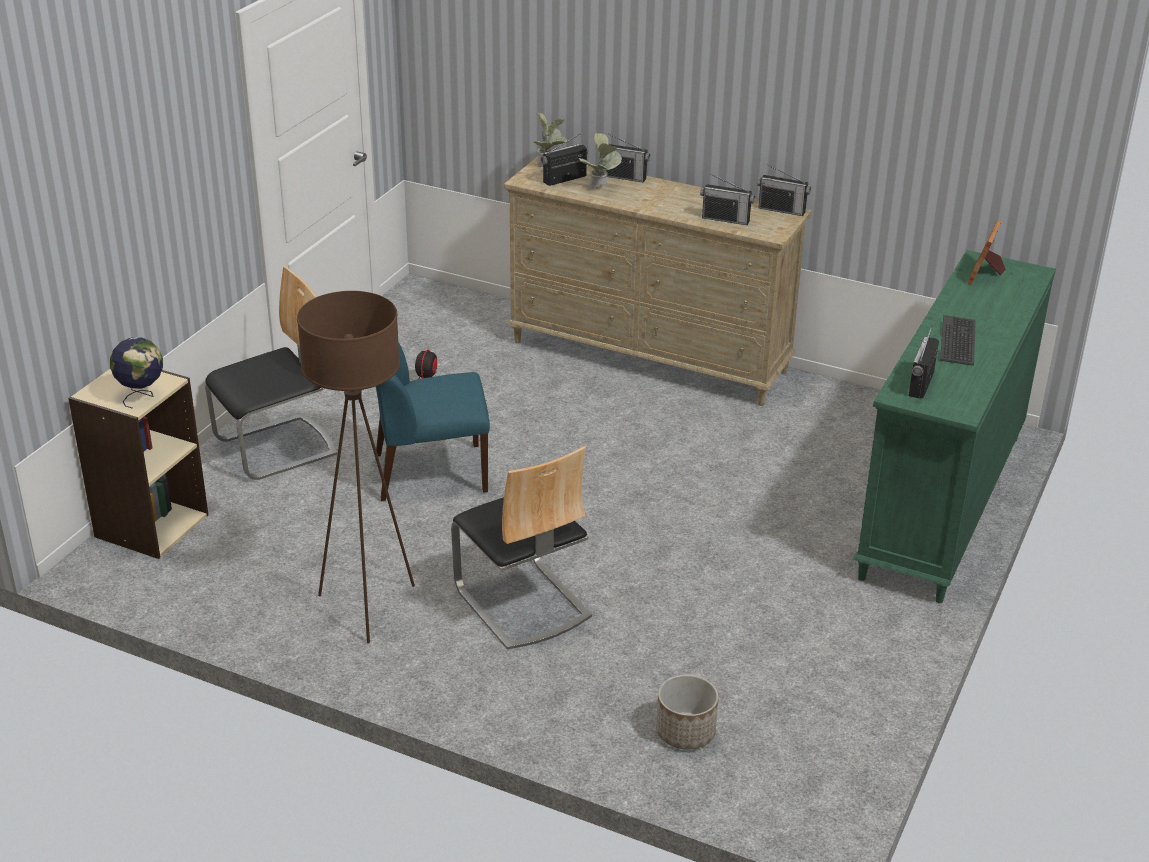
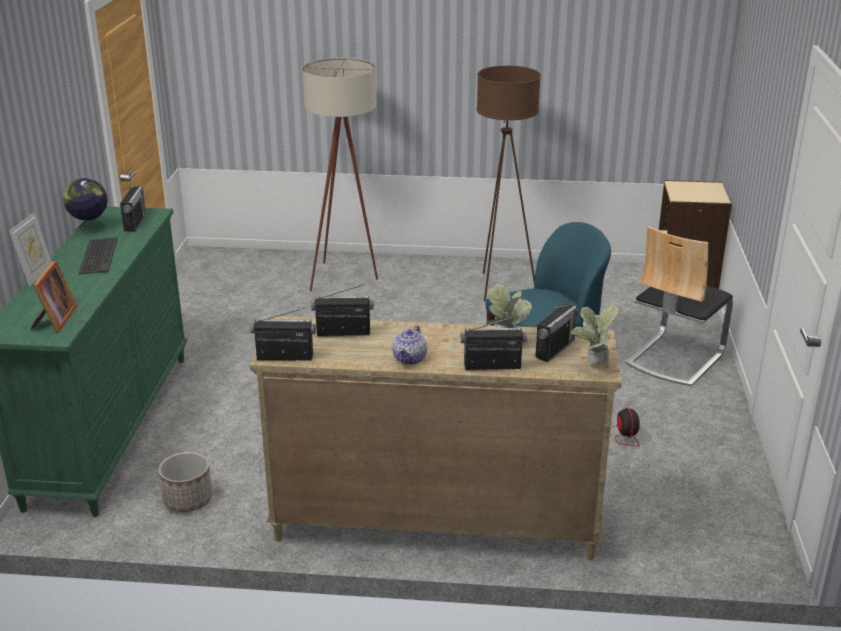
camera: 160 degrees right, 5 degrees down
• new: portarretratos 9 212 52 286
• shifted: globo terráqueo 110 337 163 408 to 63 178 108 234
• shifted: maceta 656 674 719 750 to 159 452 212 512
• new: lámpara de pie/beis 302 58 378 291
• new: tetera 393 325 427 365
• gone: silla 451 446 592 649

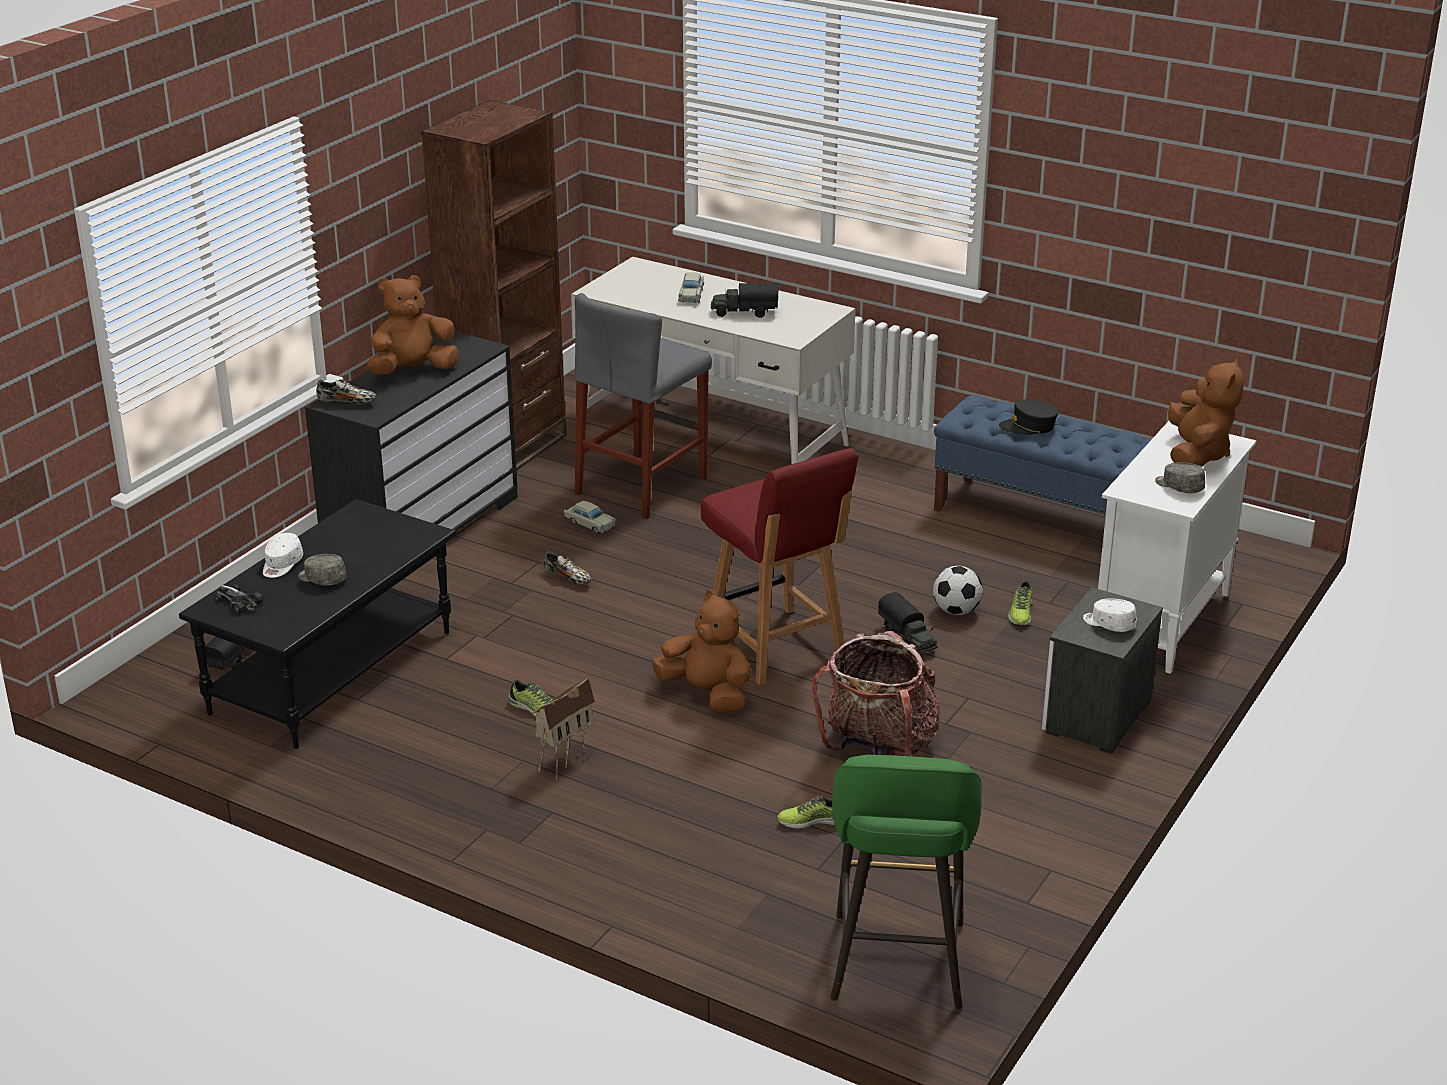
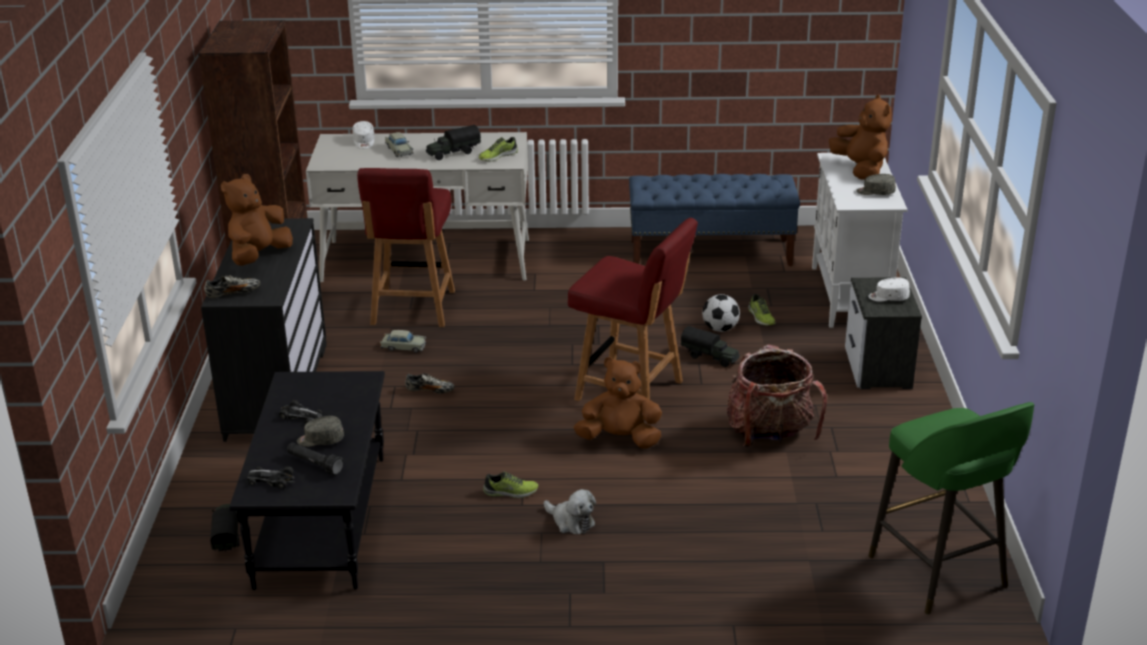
camera: 30 degrees left, 0 degrees up
• new: coche de juguete 279 400 322 424
• new: linterna/negro 287 442 344 475
• shifted: gorra/blanco 263 533 303 578 to 352 121 375 149
• swapped: taburete/gris 575 293 712 519 to silla/rojo 357 168 455 327
• shifted: zapato 778 796 835 829 to 479 137 518 161
• swapped: casita 531 677 595 780 to peluche 544 489 596 535
• gone: gorra/negro 999 399 1059 435

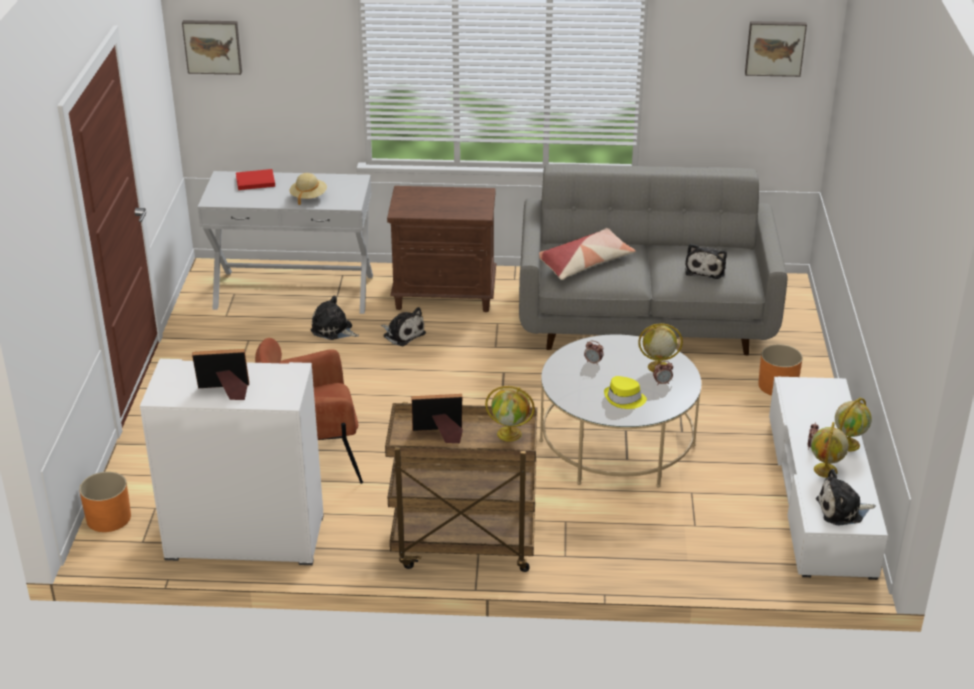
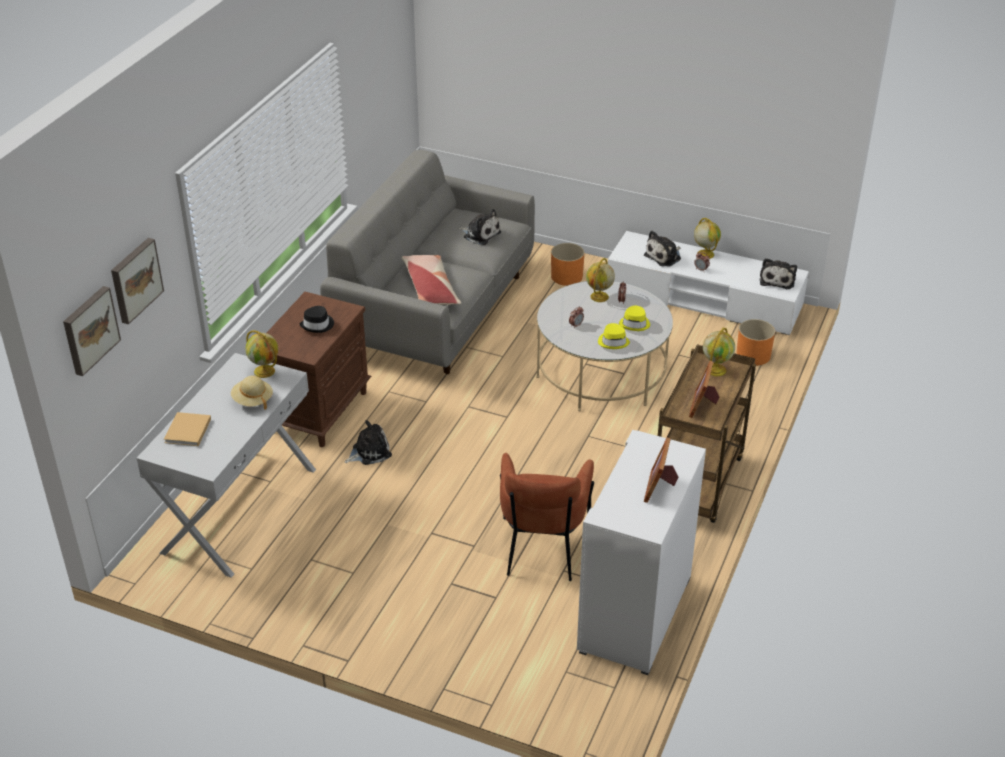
camera: 70 degrees left, 5 degrees up
• shifted: cuadro 745 21 807 77 to 111 238 164 325
• repainted: libro/rojo 236 169 275 190 to libro/beis 164 412 211 446
• shifted: globo terráqueo 811 422 849 478 to 245 330 279 378
• new: sombrero/negro 300 306 334 333
• new: sombrero/amarillo 598 323 630 349
• shifted: peluche 311 296 359 340 to 644 231 681 267
• shifted: maceta/naranja 79 472 131 532 to 736 319 775 366

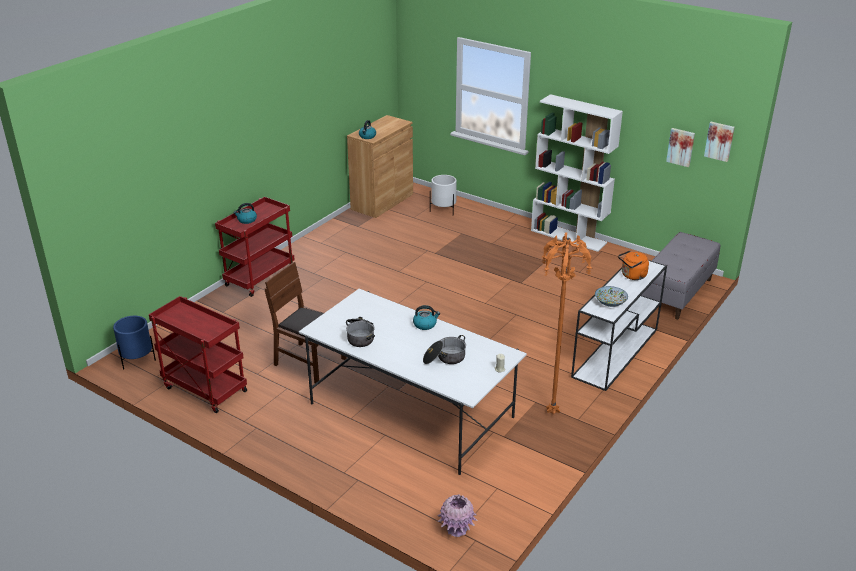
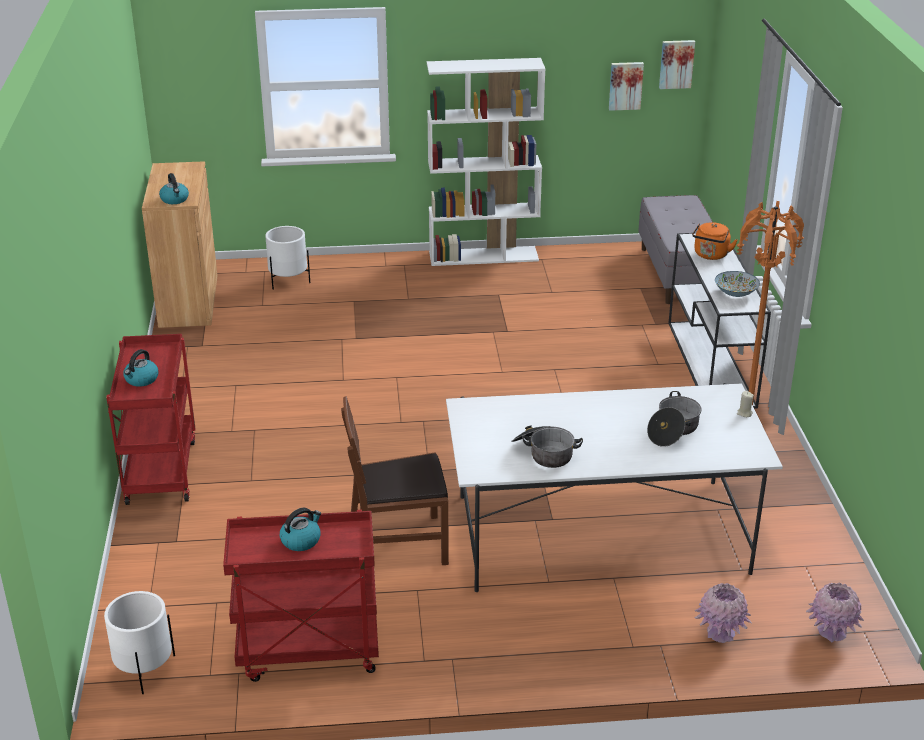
camera: 40 degrees left, 0 degrees up
• repainted: maceta/azul 113 316 156 370 to maceta/blanco 104 591 175 694
• shifted: hervidor 413 305 440 330 to 280 508 321 551
• new: florero/rosa 694 583 751 643

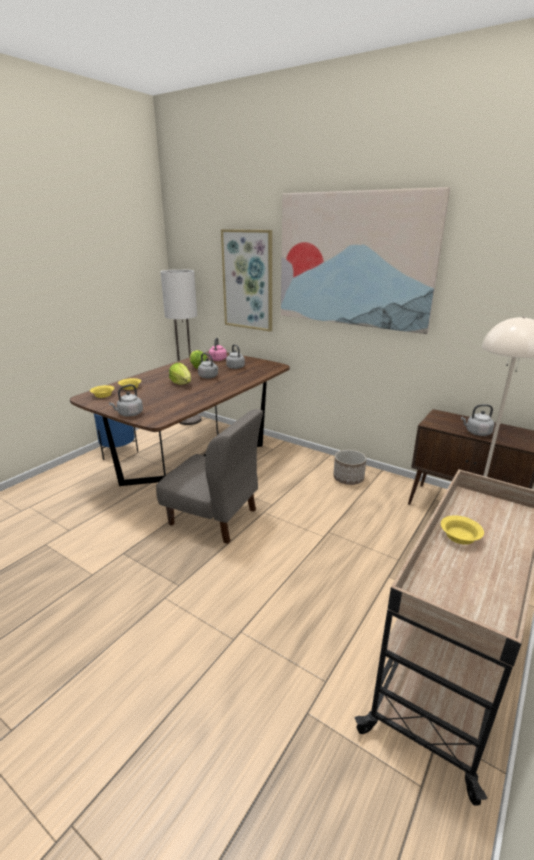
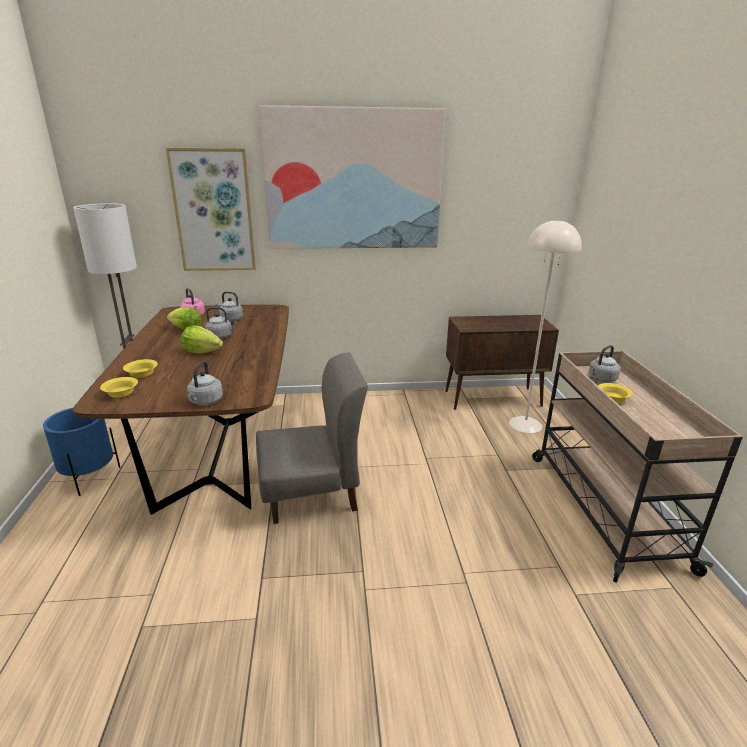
camera: 40 degrees left, 0 degrees up
• shifted: hervidor/gris 461 404 495 436 to 588 345 621 382
• gone: maceta 333 450 366 485

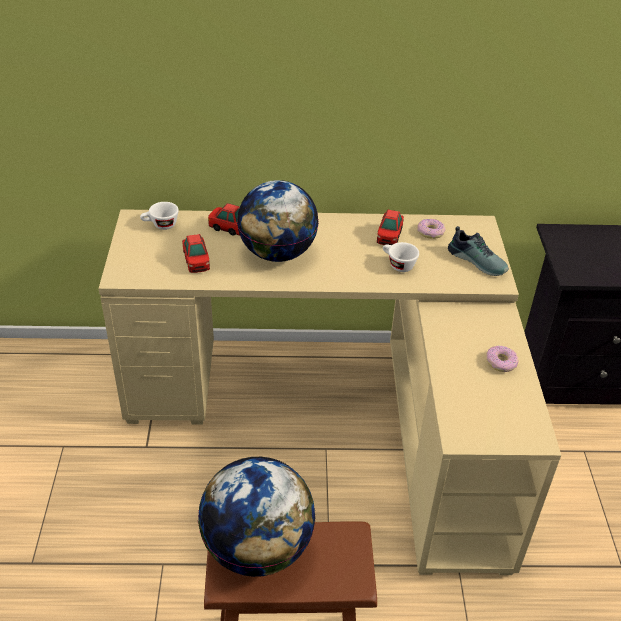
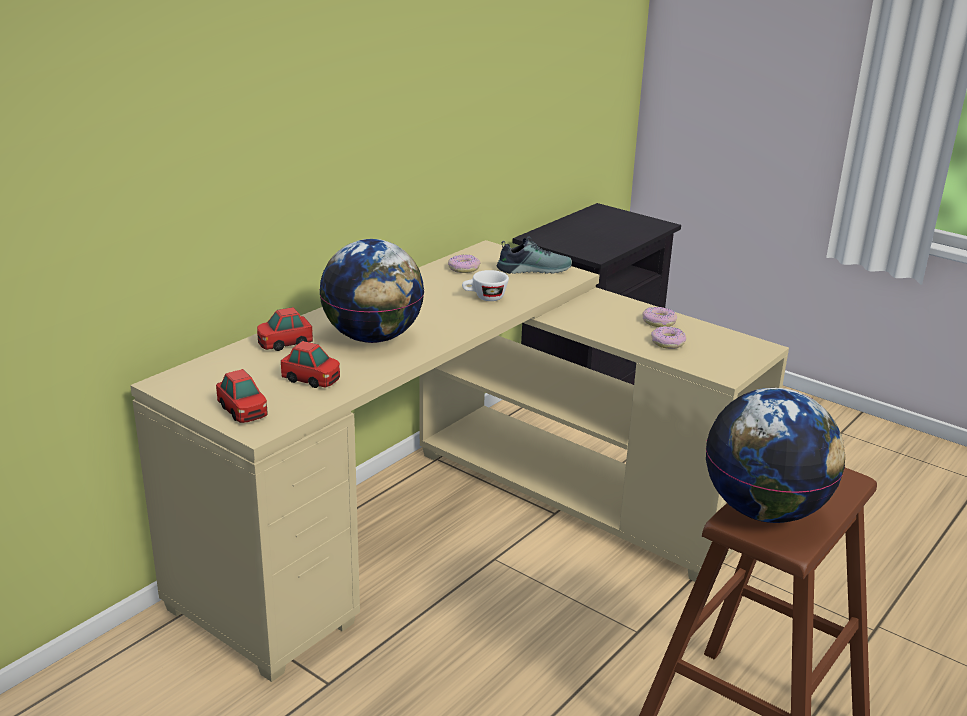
camera: 50 degrees left, 15 degrees down
• shifted: coche de juguete 377 210 404 245 to 216 369 268 423
• new: rosquilla 651 326 686 349
• gone: taza/blanco 140 202 179 230

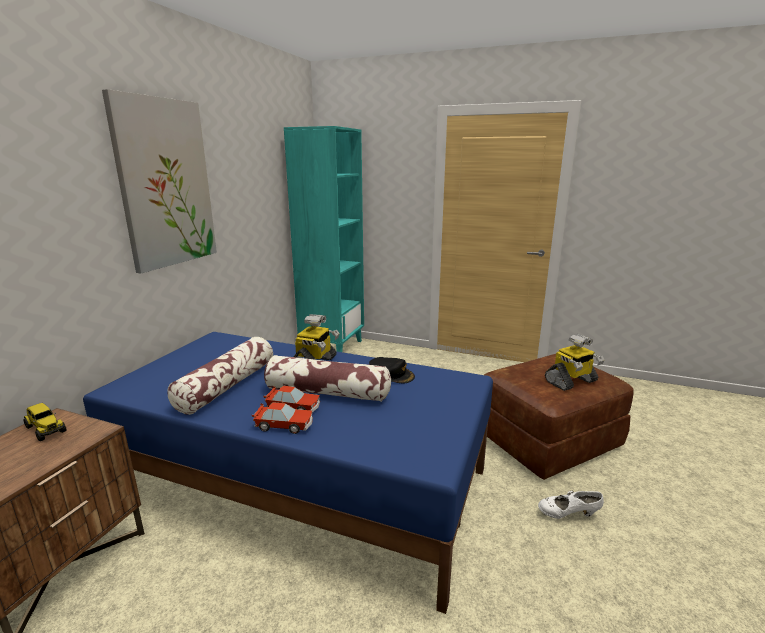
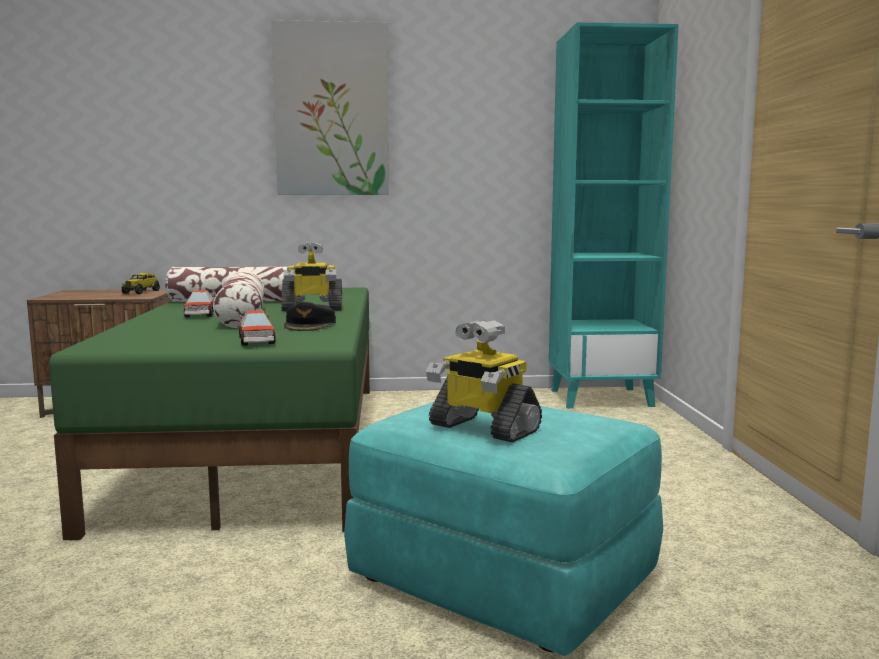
camera: 65 degrees right, 10 degrees down
• repainted: cama/azul 83 332 493 614 to cama/verde 49 288 370 540
• shifted: coche de juguete 252 402 313 434 to 239 310 275 346
• repainted: puf/marrón 484 354 634 480 to puf/turquesa 344 402 663 656
• gone: zapato/blanco 538 491 604 519

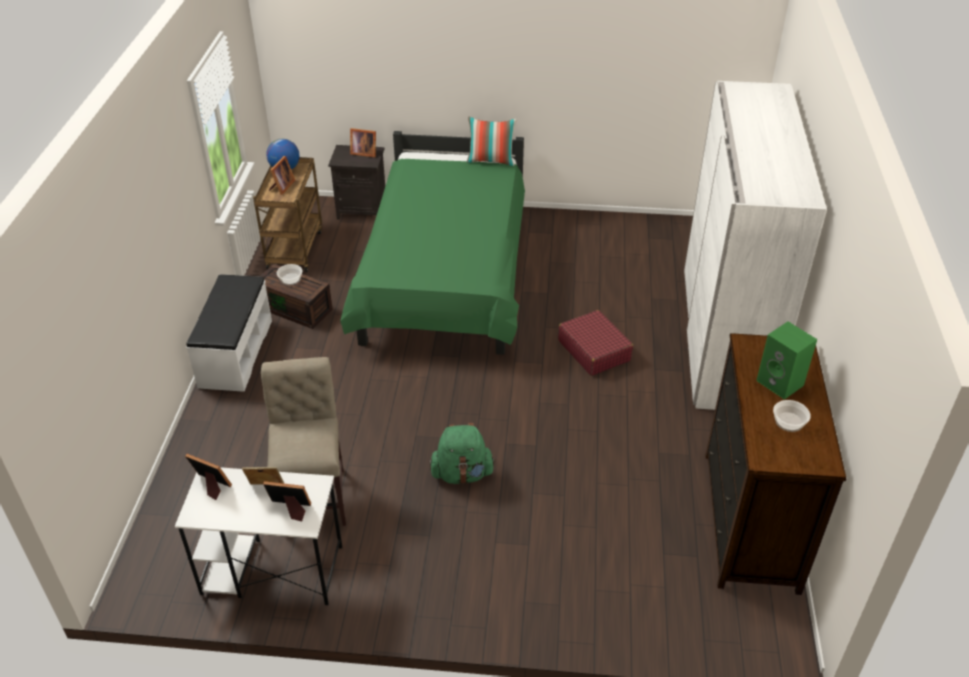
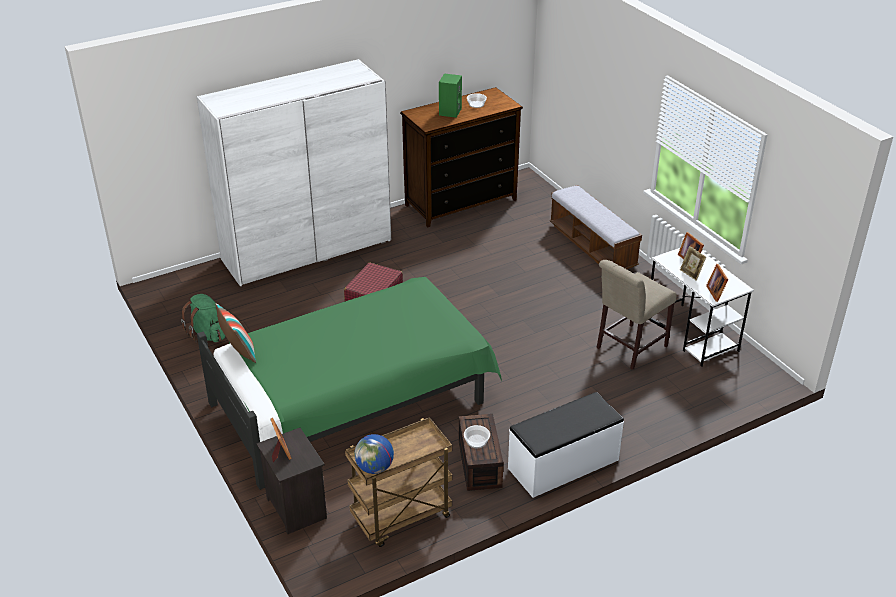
camera: 125 degrees left, 5 degrees down
• shifted: mochila/verde 430 423 495 484 to 181 294 225 343
• new: banco 550 185 642 269
• gone: portarretratos 269 156 295 195

